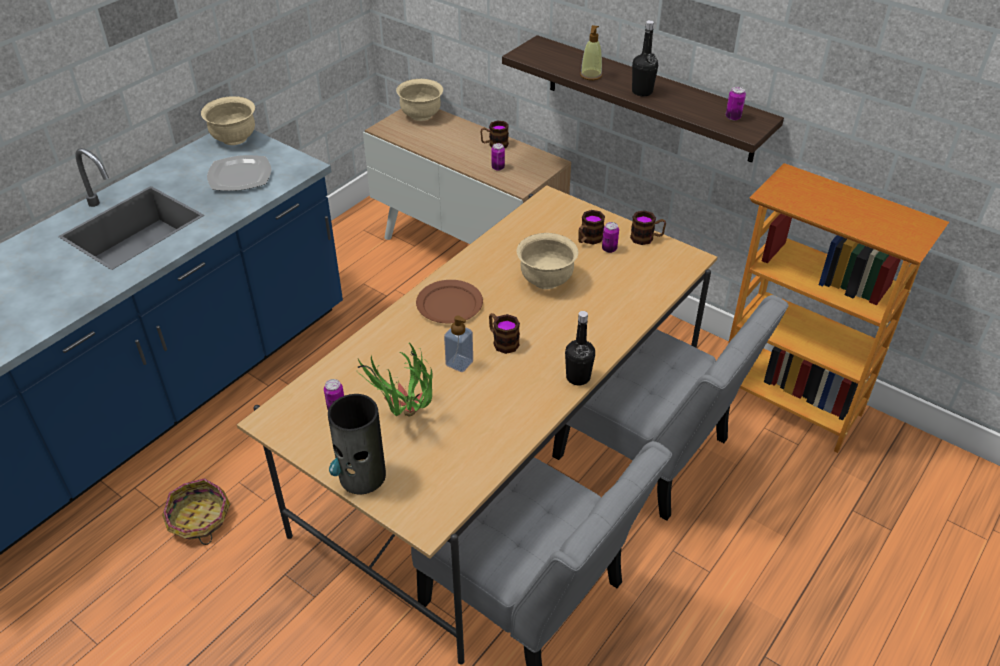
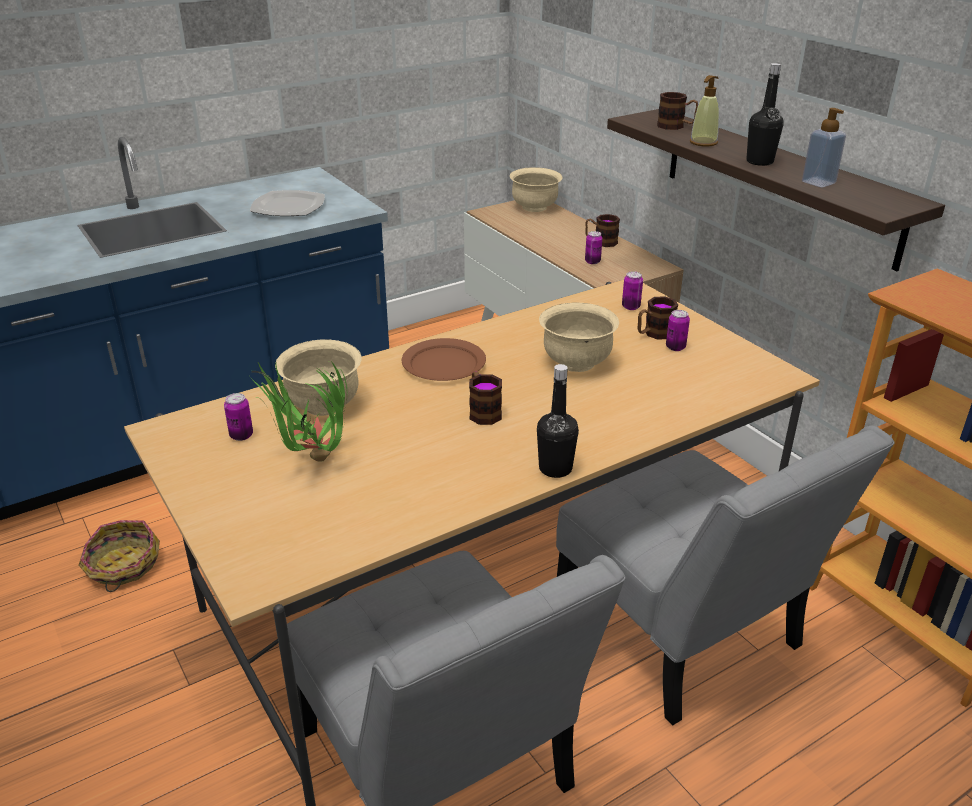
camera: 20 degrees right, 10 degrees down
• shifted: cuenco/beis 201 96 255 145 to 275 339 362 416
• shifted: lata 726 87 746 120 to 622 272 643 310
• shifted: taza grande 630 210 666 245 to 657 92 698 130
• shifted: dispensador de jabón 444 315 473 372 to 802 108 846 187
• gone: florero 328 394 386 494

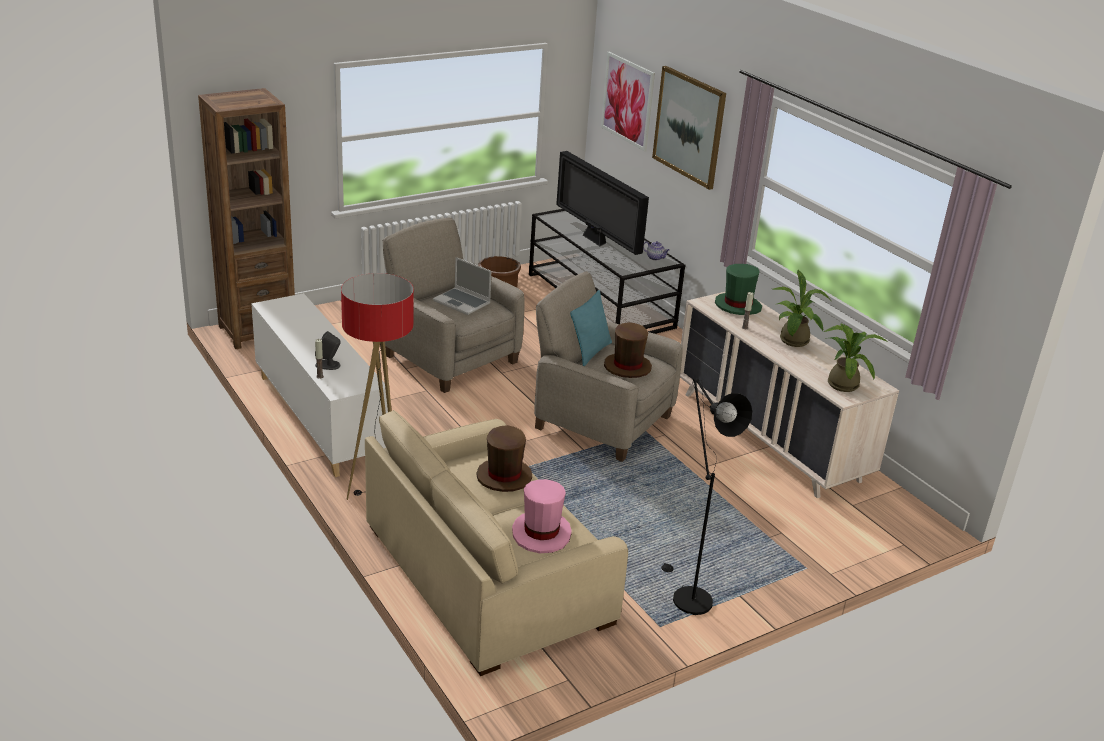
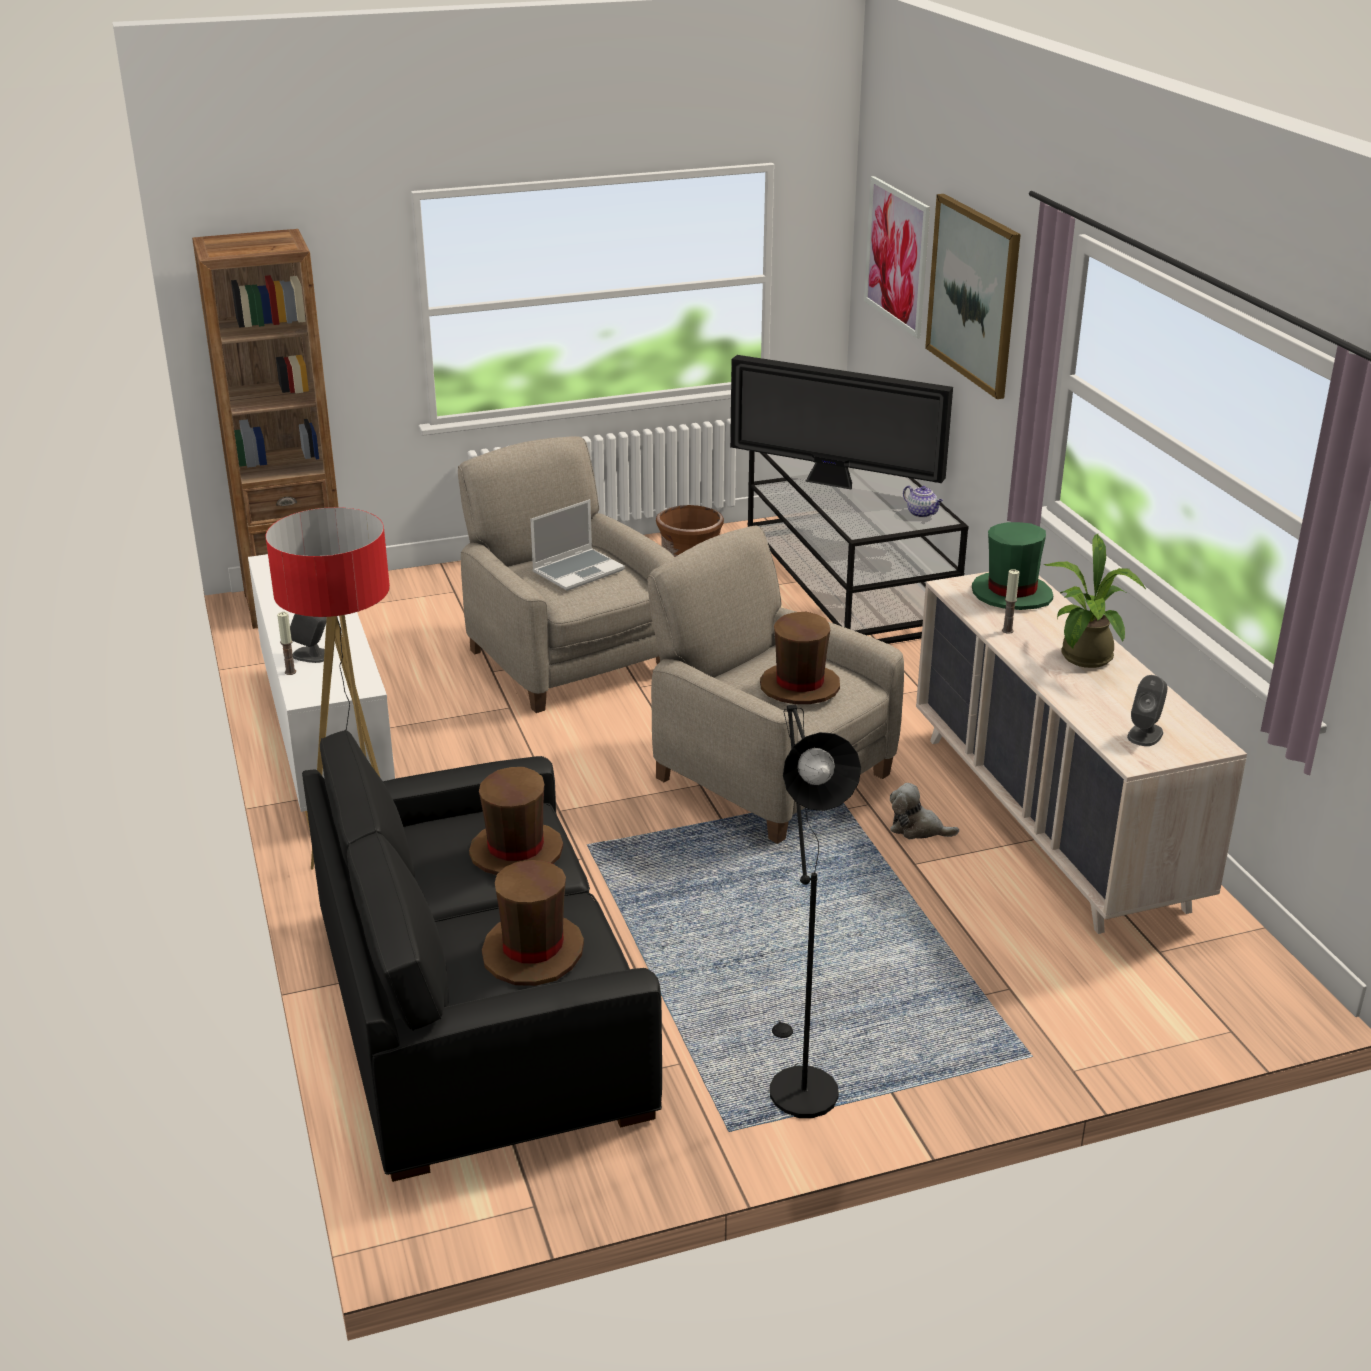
camera: 15 degrees right, 0 degrees up
• repainted: sofá/beis 365 410 628 676 to sofá/negro 302 729 662 1182
• repainted: sombrero/rosa 512 479 572 553 to sombrero/marrón 482 860 584 986
• rotated: portátil 433 257 491 315 = 530 499 625 591 90 degrees counterclockwise
• rotated: televisor 556 151 649 255 = 730 355 953 490 45 degrees counterclockwise
• new: peluche 890 783 959 839
• swapped: planta en maceta 823 323 888 392 to altavoz/gris 1127 675 1167 746
• gone: cojín/turquesa 570 290 612 366

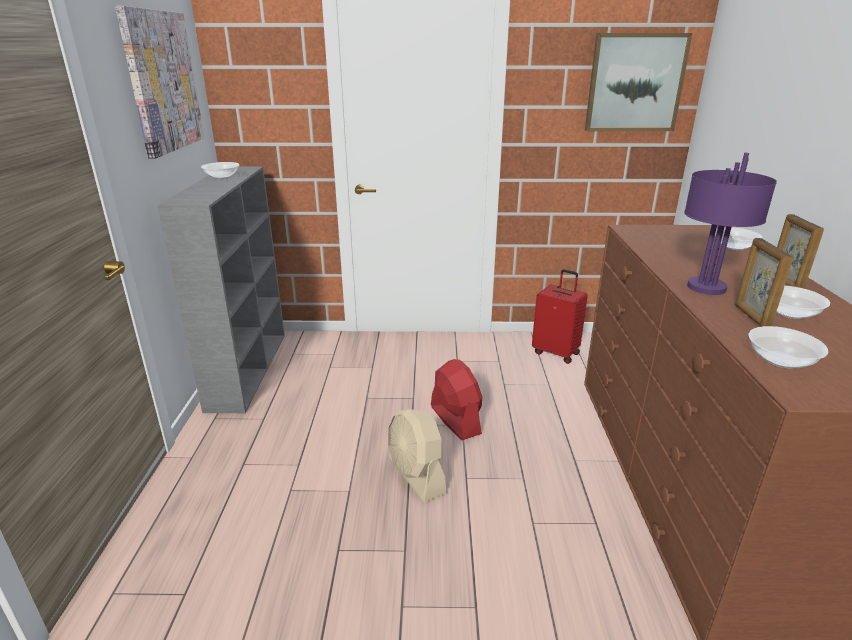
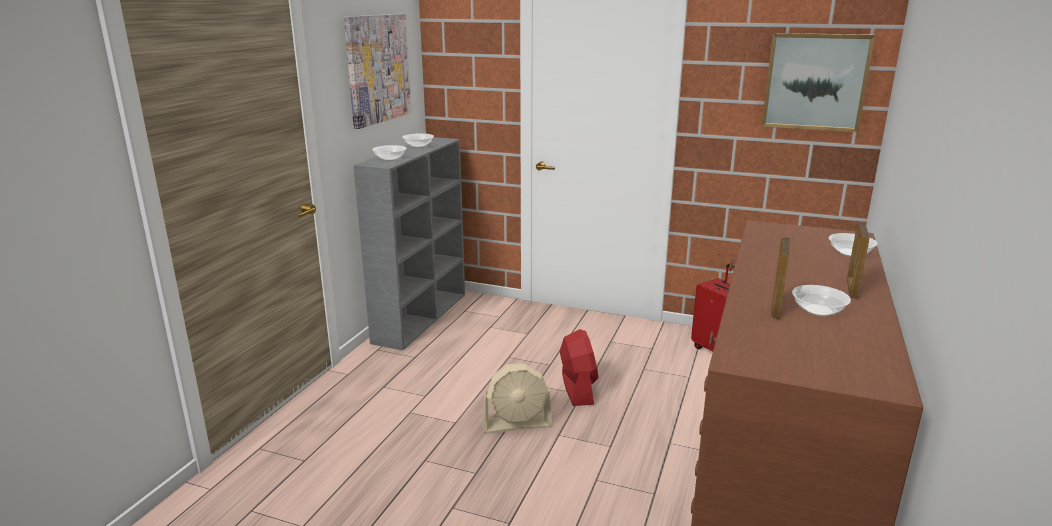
camera: 20 degrees right, 5 degrees down
• shifted: cuenco 748 326 828 368 to 372 145 407 161
• rotated: ventilador/beis 388 409 447 502 = 481 363 552 433 90 degrees counterclockwise
• gone: lámpara de mesa/morado 684 153 777 295

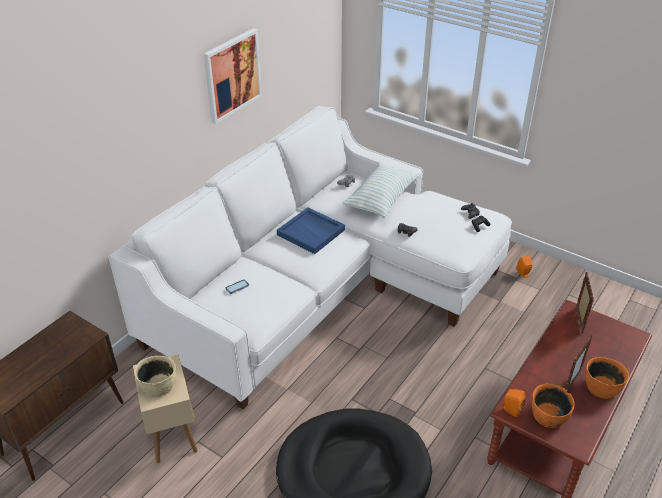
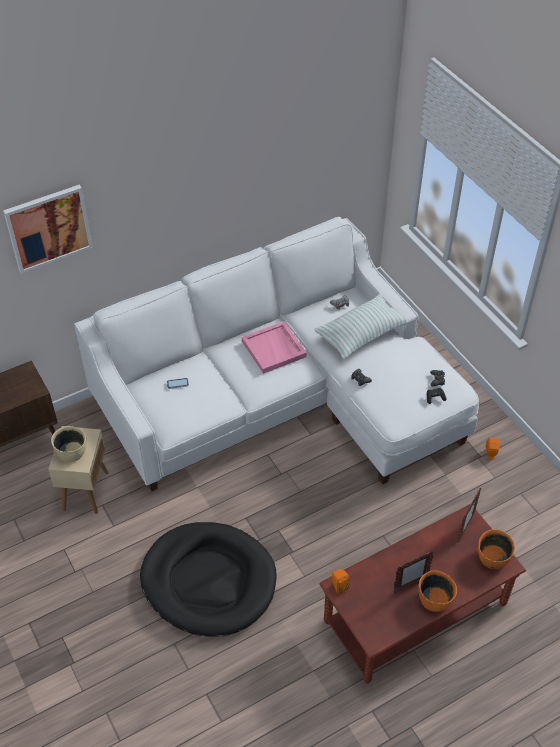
camera: 25 degrees right, 10 degrees up
• shifted: cuadro 204 28 262 124 to 3 184 93 274
• repainted: bandeja/azul 277 207 345 254 to bandeja/rosa 242 321 307 374
• shifted: cuenco/naranja 532 383 575 428 to 478 529 515 569

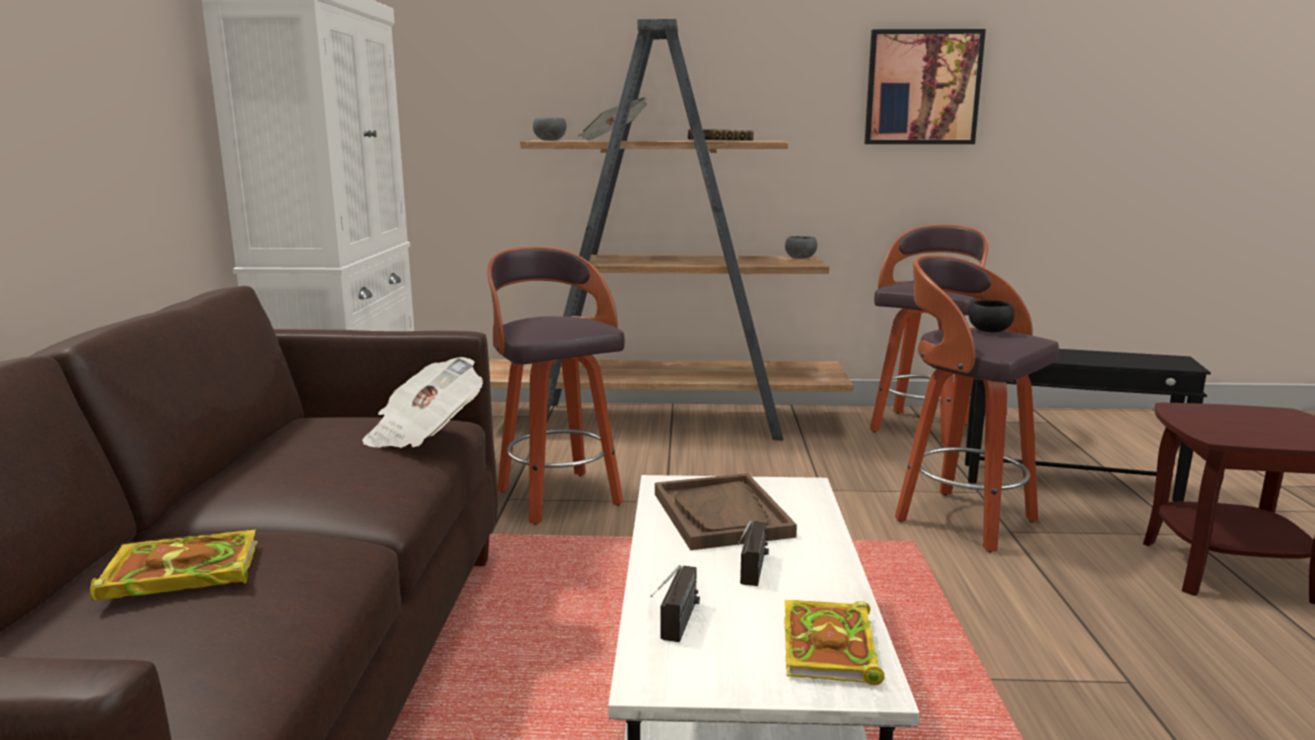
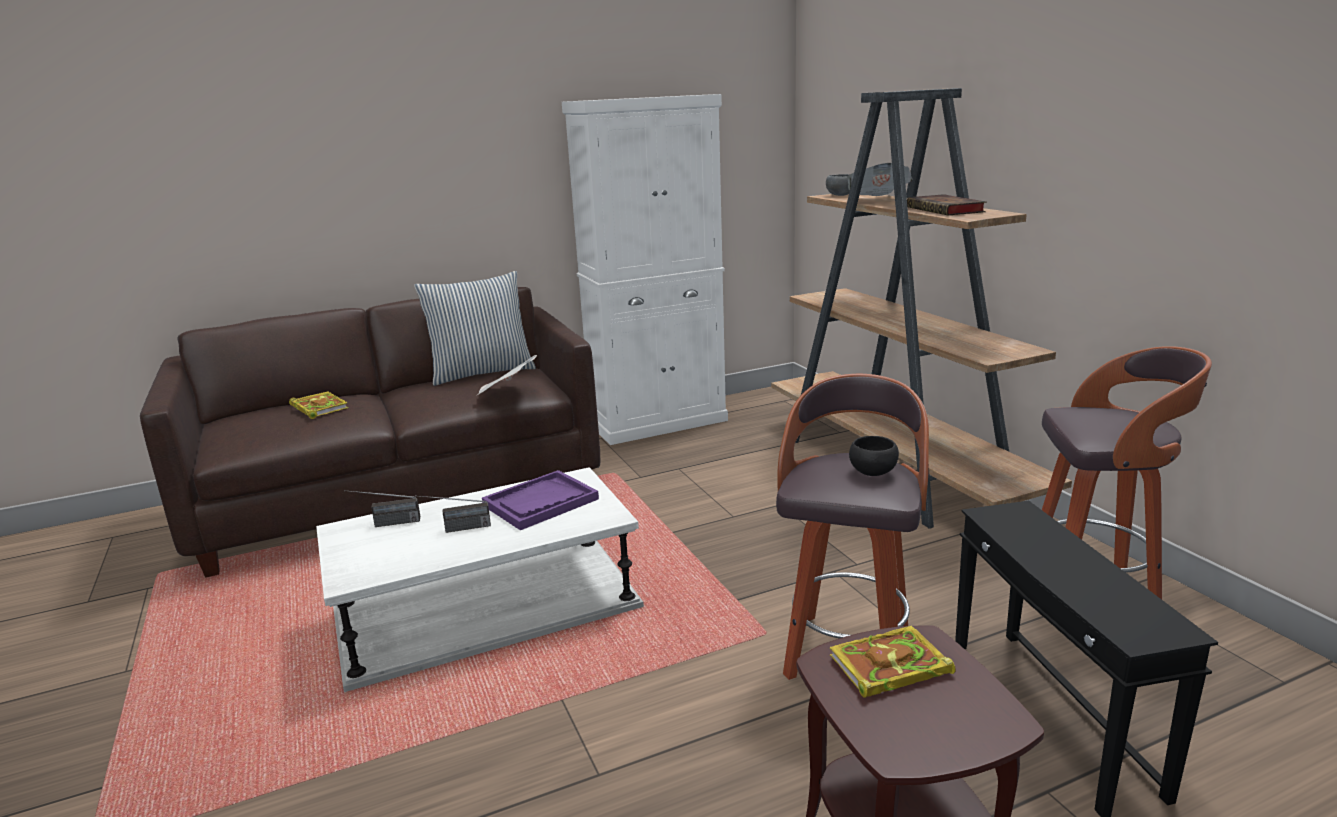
camera: 65 degrees right, 5 degrees up
• new: cojín 414 271 536 386
• repainted: bandeja/marrón 655 473 797 550 to bandeja/morado 482 470 599 530
• shifted: libro 784 600 885 685 to 830 626 956 698
• gone: taburete 487 247 625 525
• gone: cuenco/gris 785 236 817 259
• gone: cuadro 865 29 986 144

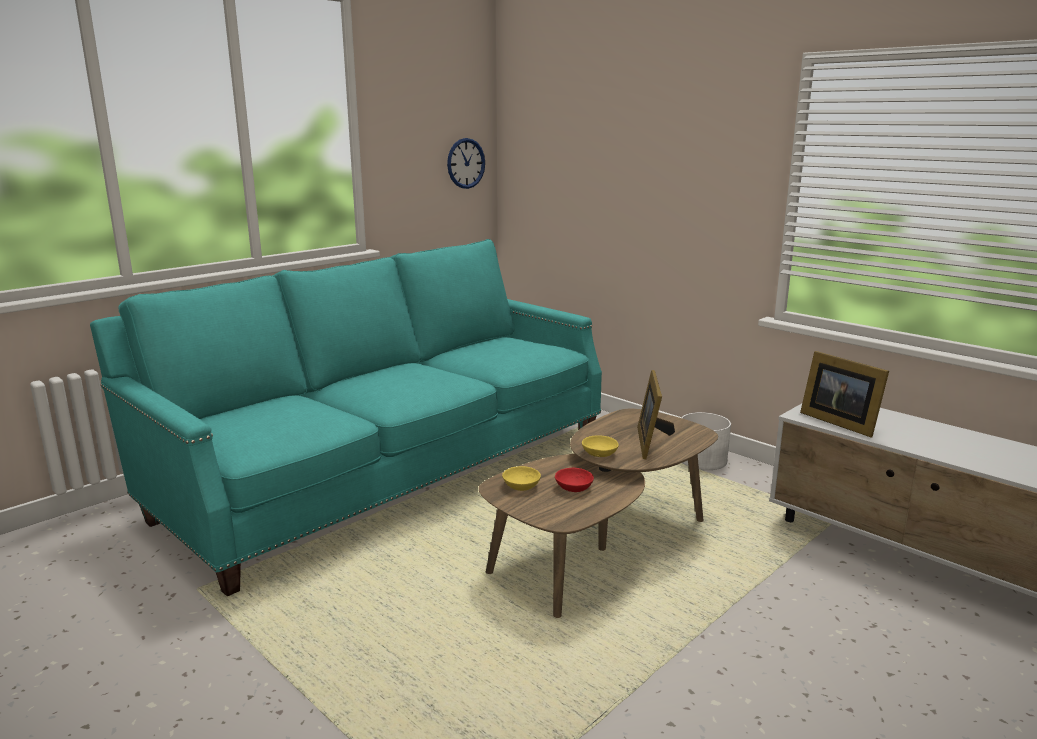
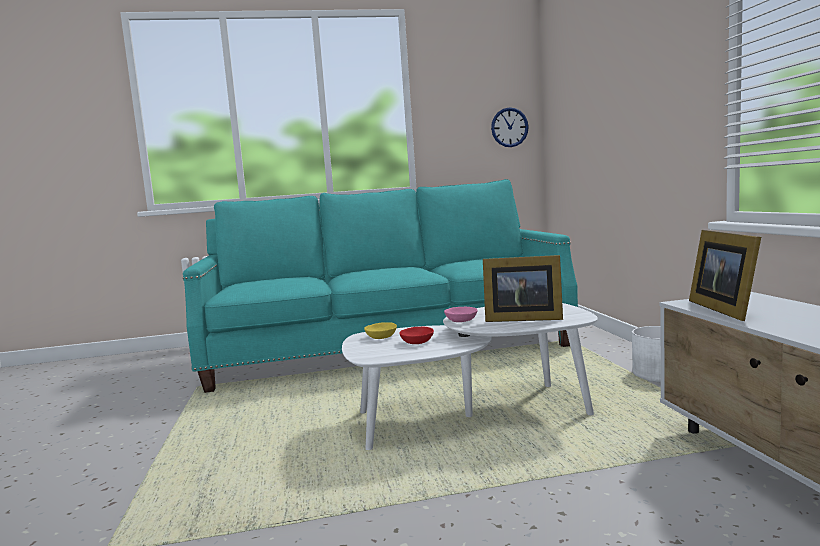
camera: 35 degrees right, 10 degrees down
• repainted: mesa de centro/marrón 479 409 718 618 to mesa de centro/blanco 342 303 598 450
• repainted: cuenco/amarillo 582 435 619 457 to cuenco/rosa 444 307 478 322
• rotated: portarretratos 637 370 675 459 = 483 255 563 322 120 degrees counterclockwise

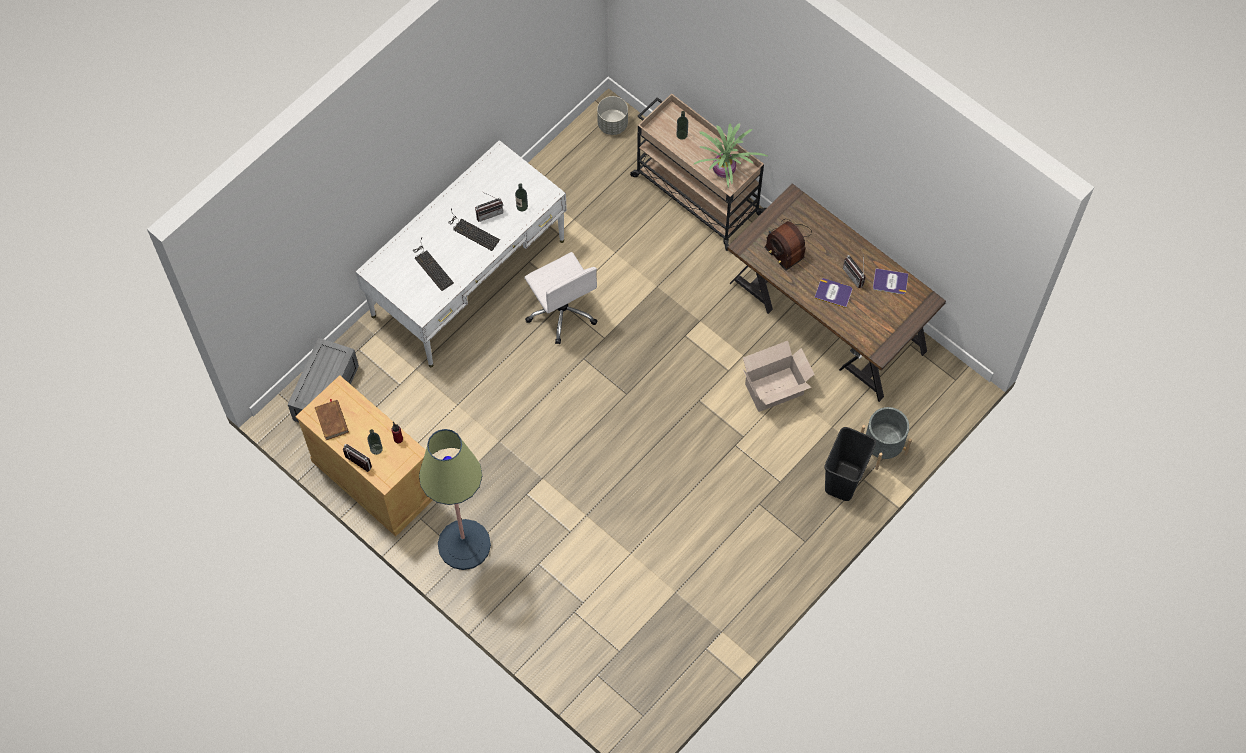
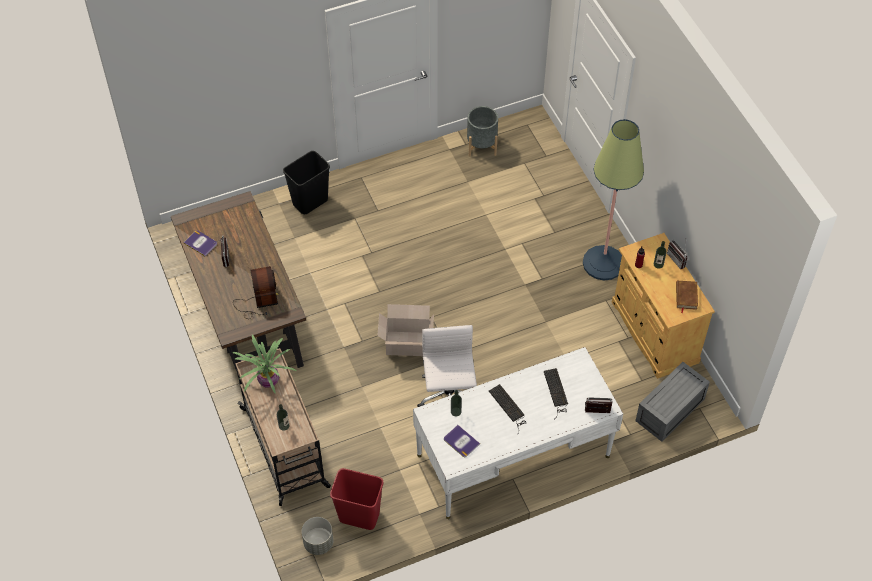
camera: 155 degrees left, 10 degrees down
• new: papelera/rojo 330 468 383 530
• shifted: caja de cartón 743 341 814 412 to 377 304 434 356
• shifted: libro 814 278 852 308 to 444 425 480 457
• shifted: maceta/gris 861 407 912 470 to 467 106 498 156
• shifted: radio 475 191 503 222 to 585 397 613 413

